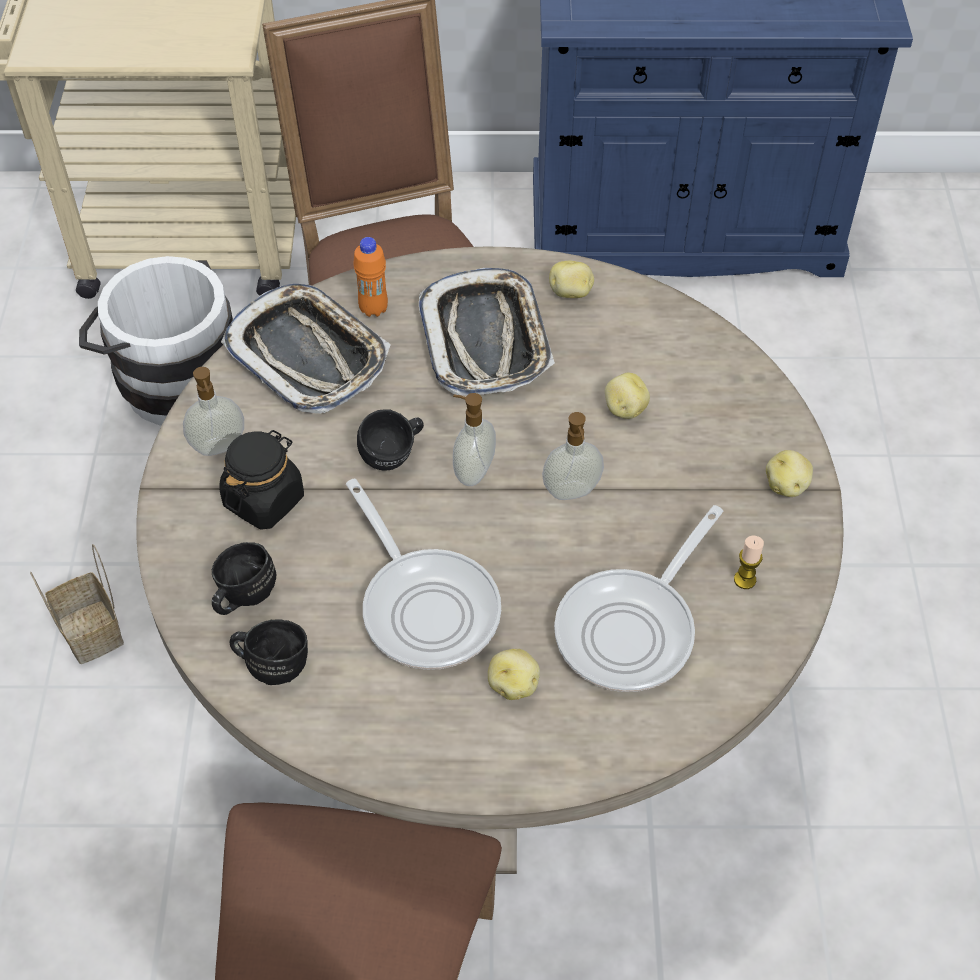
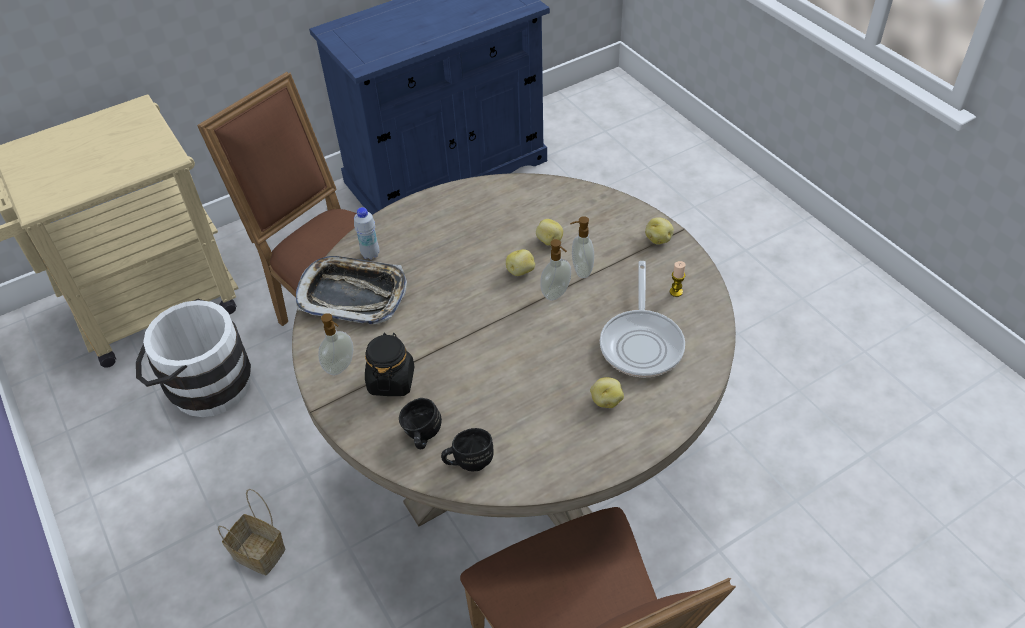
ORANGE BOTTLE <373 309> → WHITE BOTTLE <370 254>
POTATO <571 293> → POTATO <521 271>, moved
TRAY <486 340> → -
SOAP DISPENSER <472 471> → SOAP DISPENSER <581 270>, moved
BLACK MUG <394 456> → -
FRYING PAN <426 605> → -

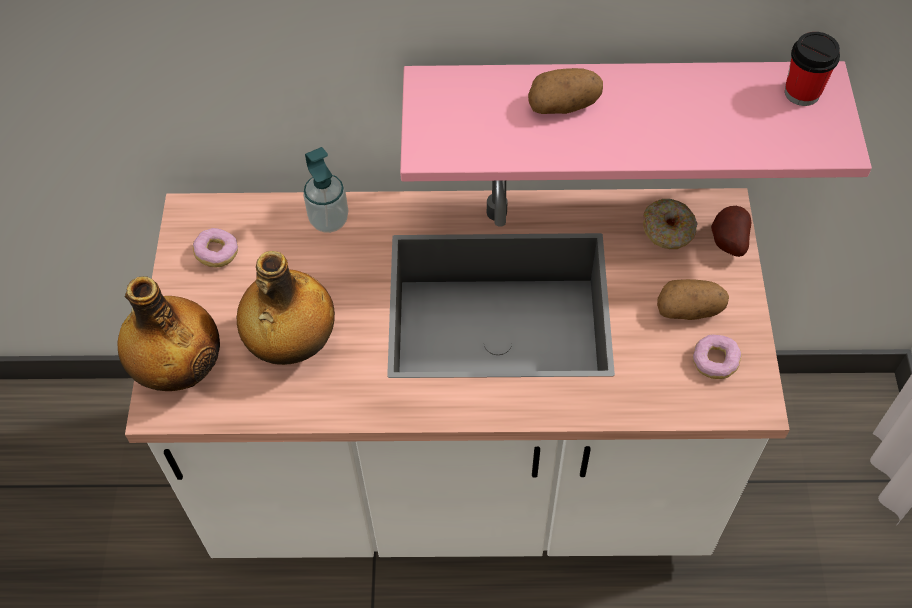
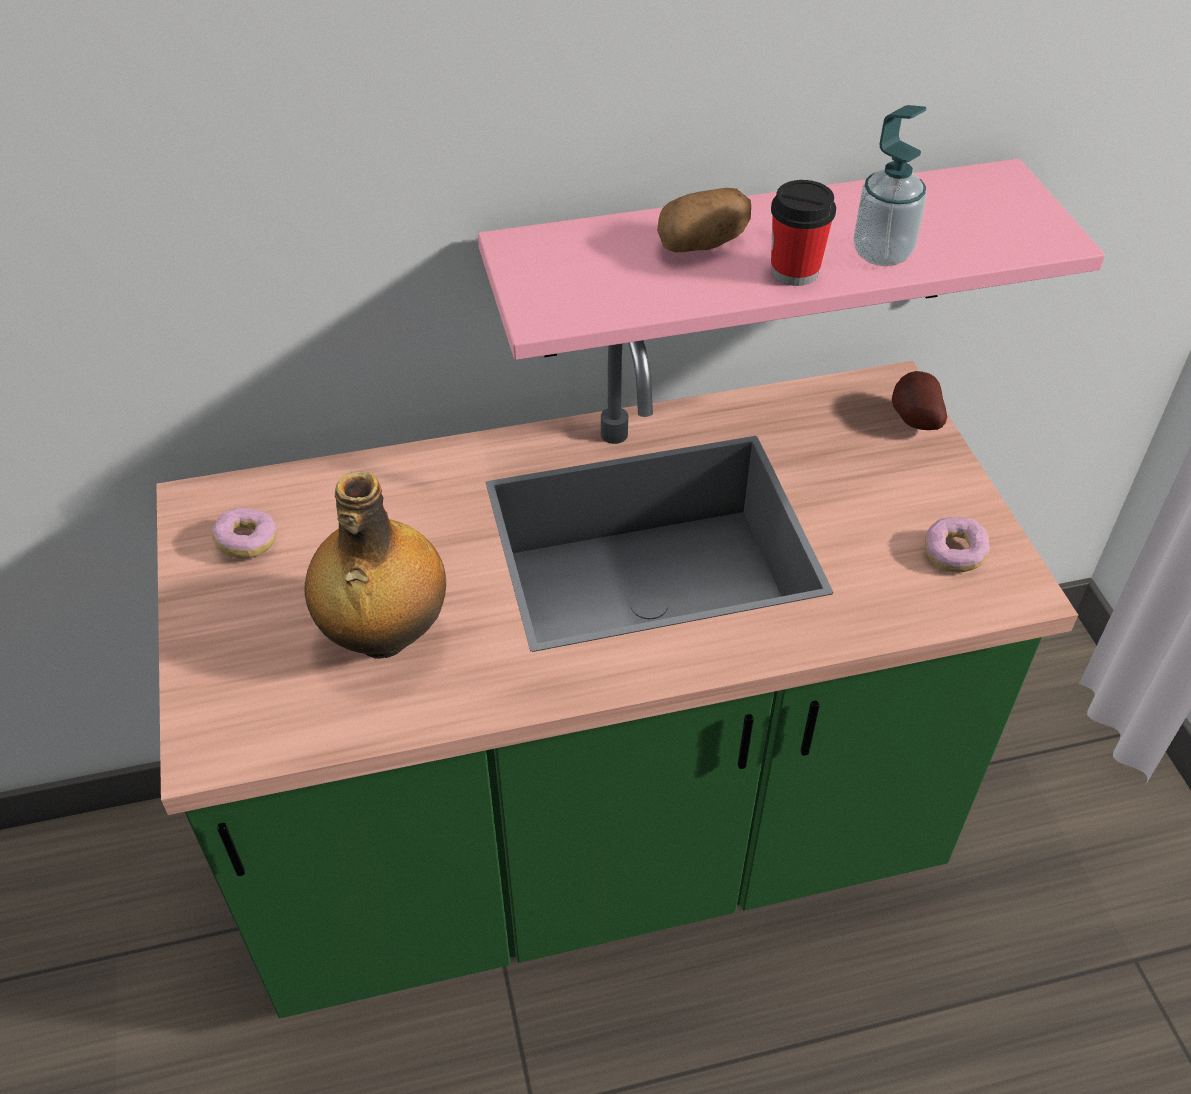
CUP <802 93> → CUP <794 271>, moved
SOAP DISPENSER <329 220> → SOAP DISPENSER <882 253>, moved
WHITE COUNTER <460 482> → GREEN COUNTER <595 848>
DONUT <668 230> → -
BOTTLE <181 370> → -
POTATO <689 310> → -

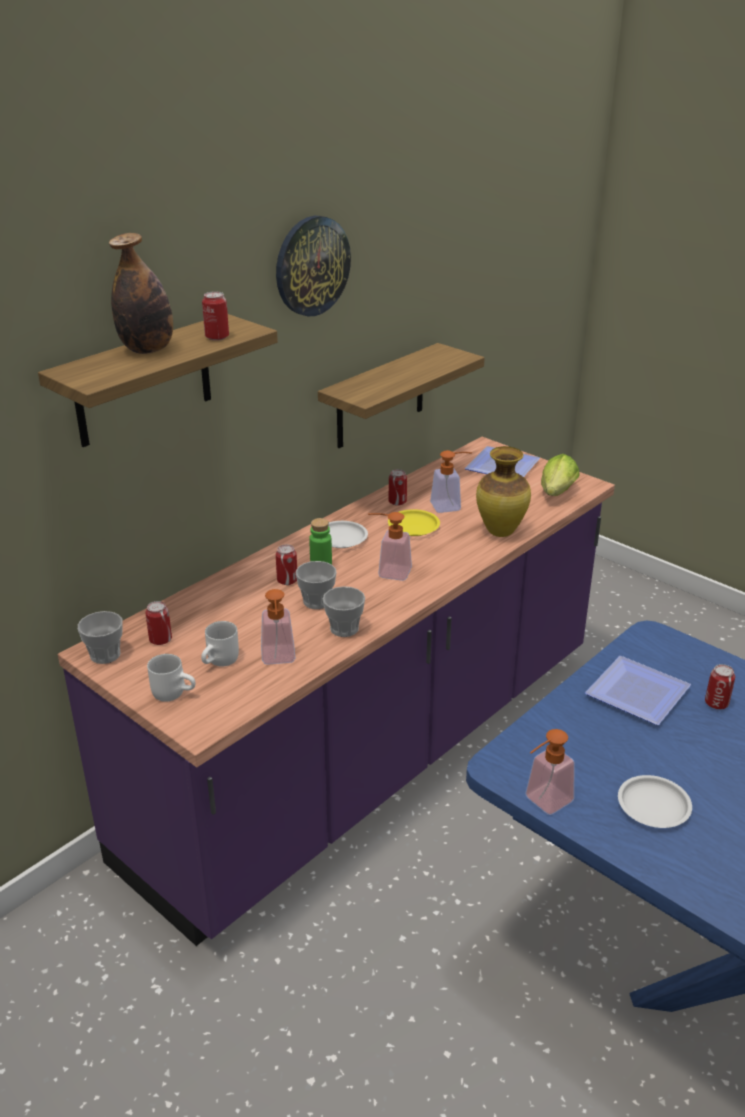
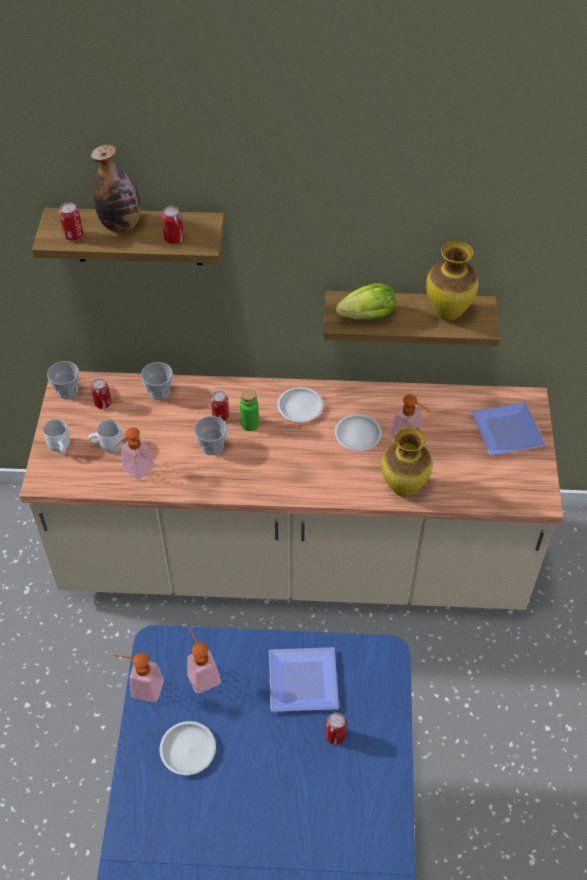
WALL CLOCK <311 266> → -
PURPLE COUNTER <372 754> → BEIGE COUNTER <293 559>
LETTUCE <556 494> → LETTUCE <364 317>, moved
CAN <397 502> → CAN <73 235>, moved
YELLOW PLATE <414 526> → WHITE PLATE <358 435>
SOAP DISPENSER <388 572> → SOAP DISPENSER <201 673>, moved
CUP <344 628> → CUP <159 392>, moved
- → VASE <448 313>

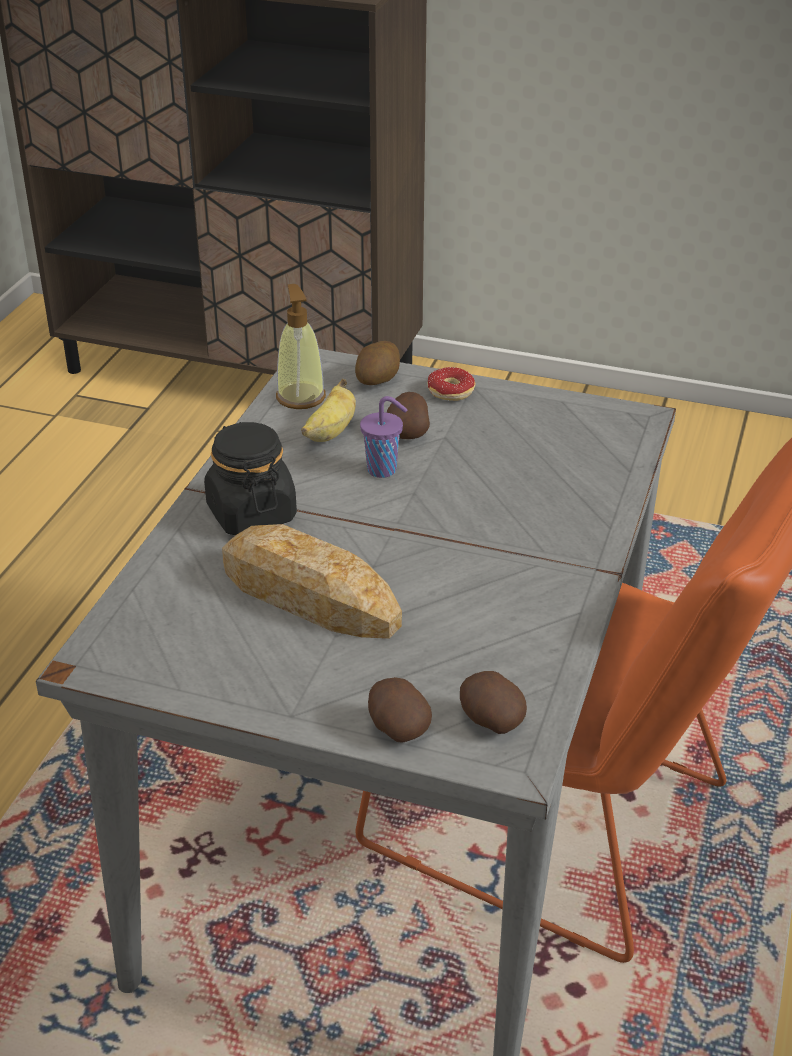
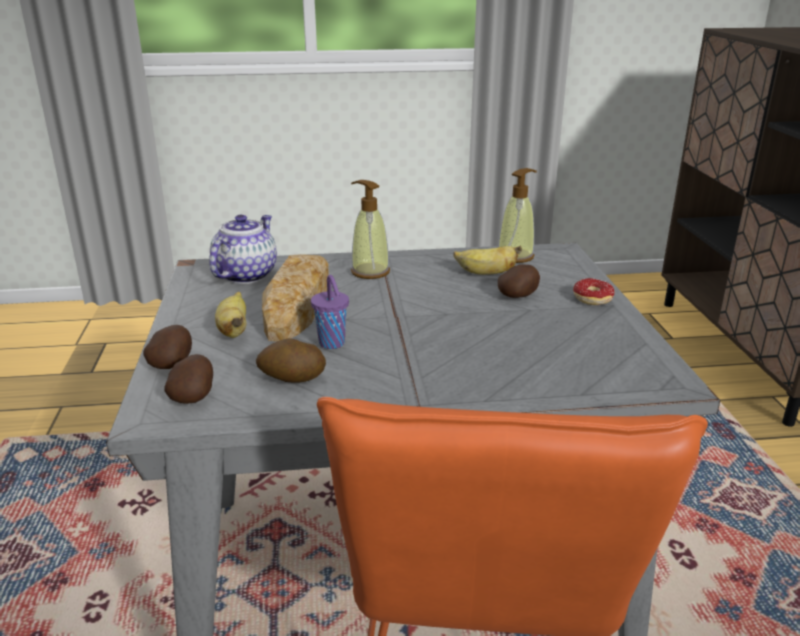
POTATO <378 380> → POTATO <292 378>, moved
PURPLE CUP <384 470> → PURPLE CUP <332 344>, moved
BLACK JAR <251 513> → SOAP DISPENSER <370 272>
- → TEAPOT <246 274>
- → BANANA <234 330>

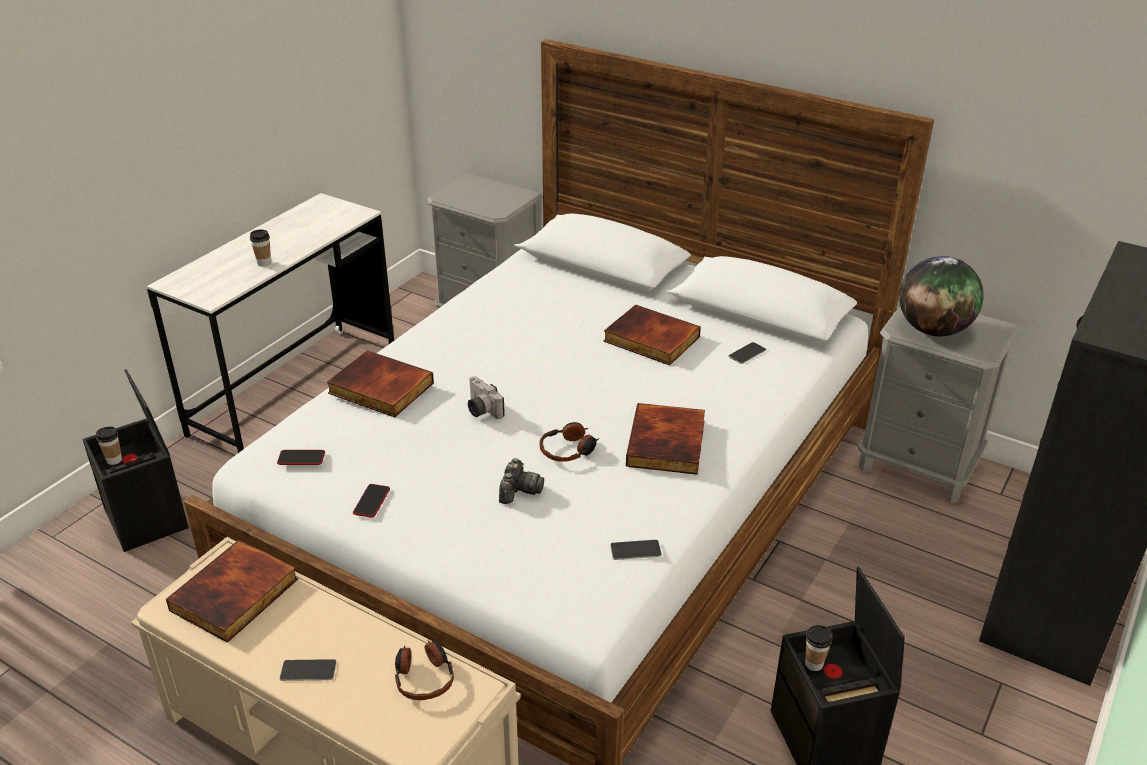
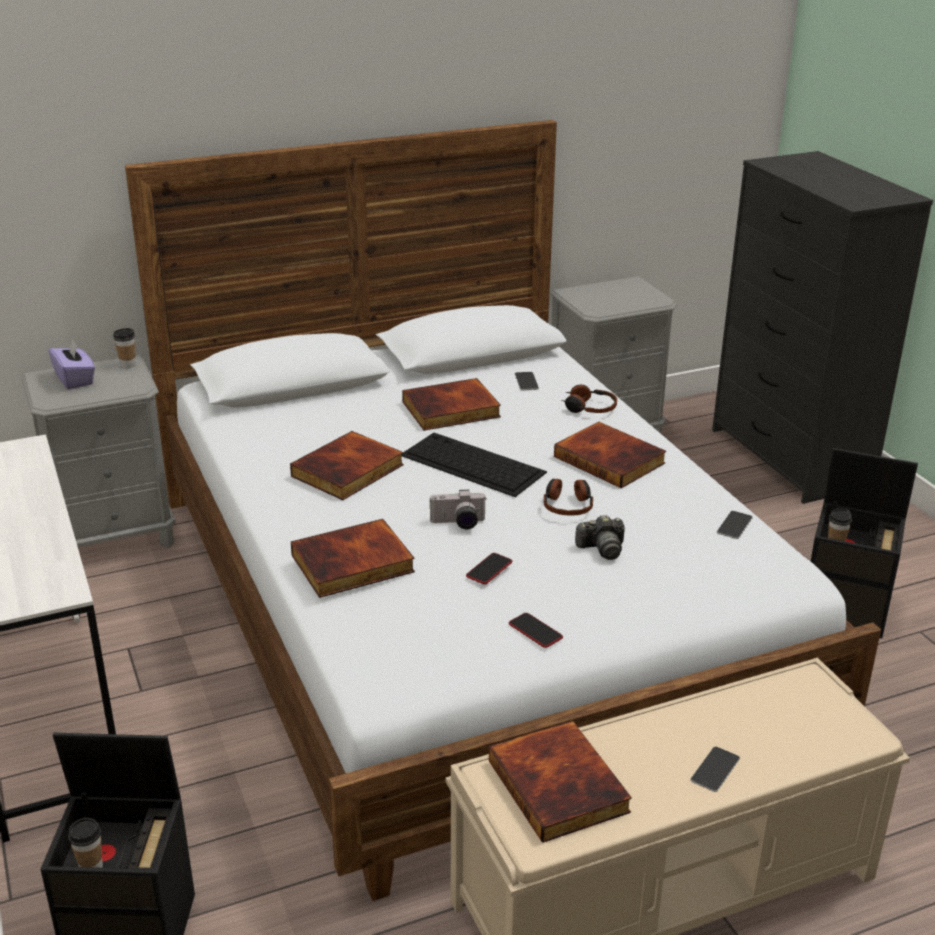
CUP <264 263> → CUP <128 365>, moved
GLOBE <933 330> → -
PHONE <301 458> → PHONE <489 569>, moved
PHOTO CAMERA <519 491> → PHOTO CAMERA <602 549>, 120 degrees clockwise
HEADPHONES <423 677> → HEADPHONES <589 408>, moved
- → PURPLE TISSUE BOX <75 379>
- → BOOK <348 471>
- → KEYBOARD <471 464>

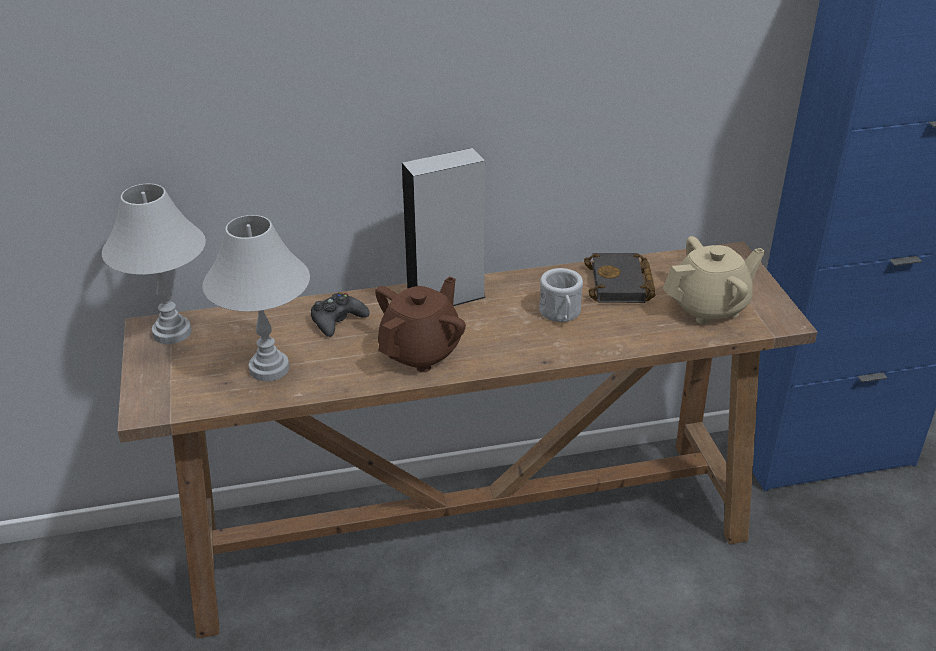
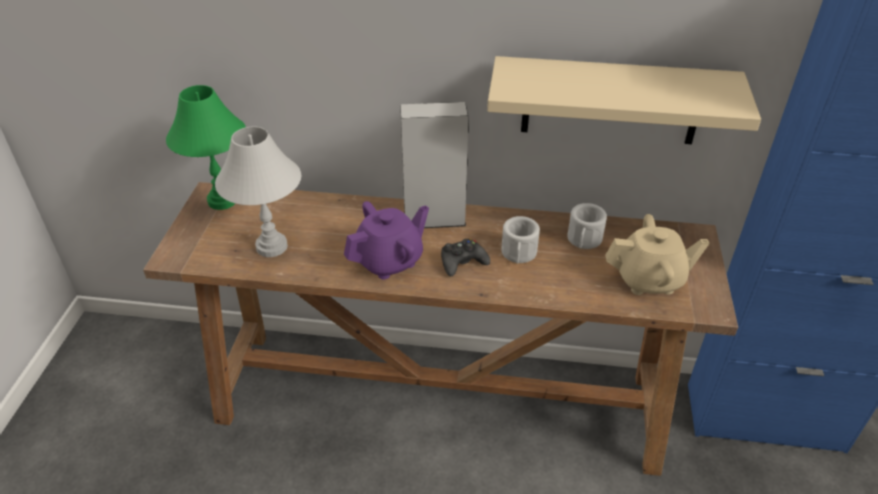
WHITE TABLE LAMP <171 332> → GREEN TABLE LAMP <222 200>
BLACK BOOK <621 285> → WHITE MUG <583 241>
BROWN TEAPOT <421 352> → PURPLE TEAPOT <389 261>
BLACK GAME CONTROLLER <337 320> → BLACK GAME CONTROLLER <462 262>, moved
- → BEIGE SHELF <611 101>

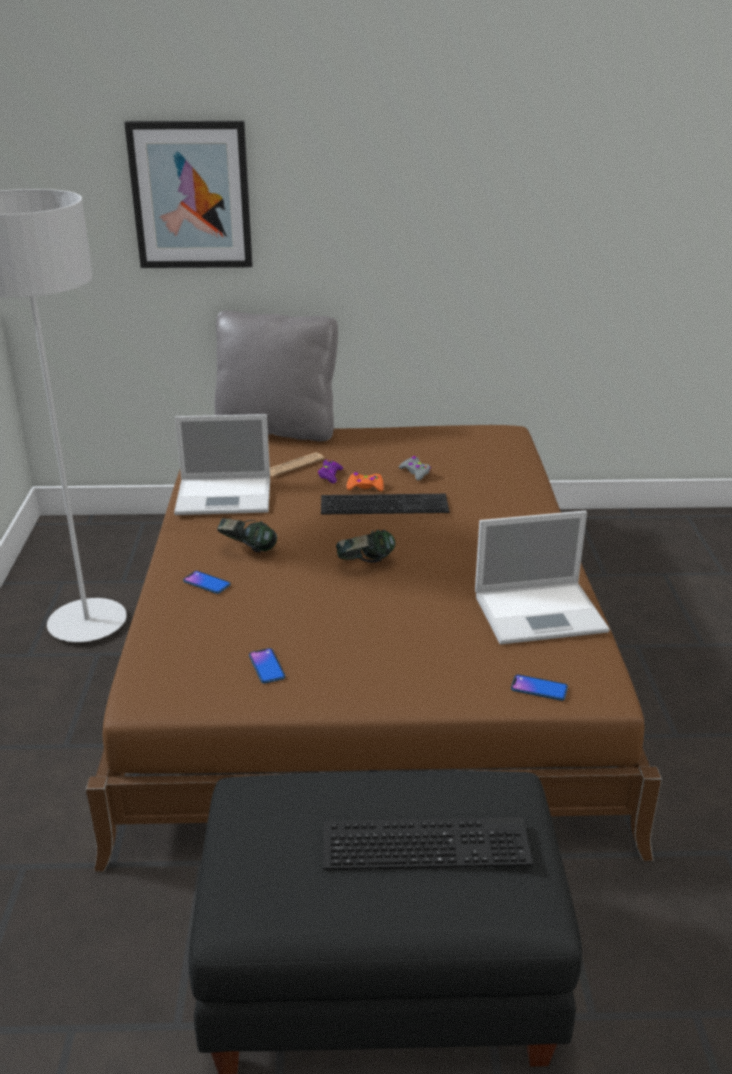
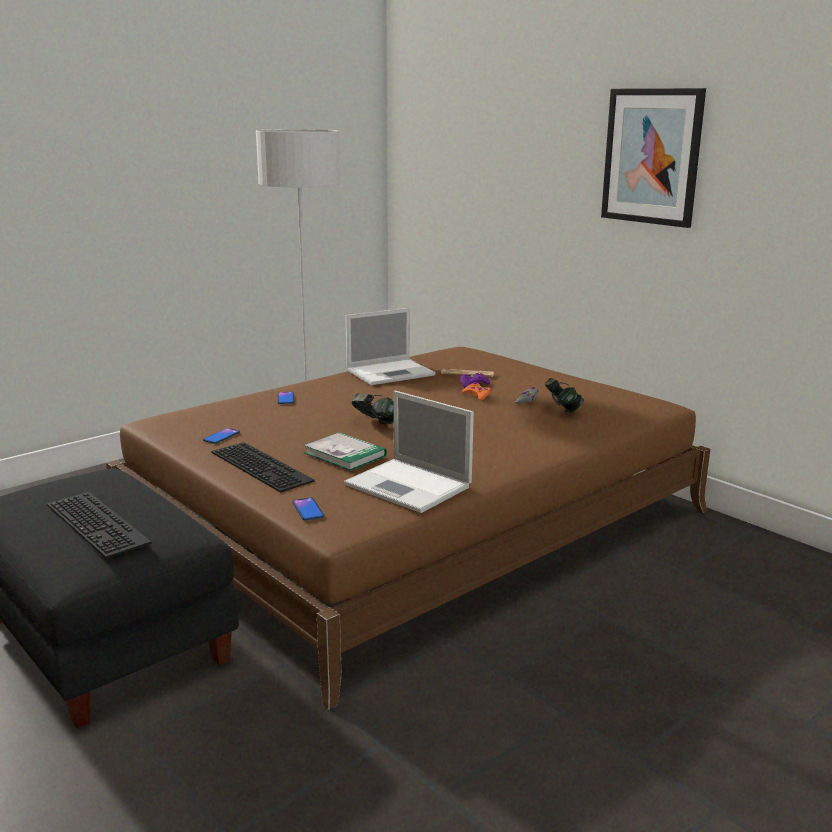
PICTURE <191 195> → PICTURE <652 156>, moved
GREY PILLOW <277 430> → -
LAPTOP <226 496> → LAPTOP <391 372>, 75 degrees counterclockwise
KEYBOARD <385 503> → KEYBOARD <264 466>, moved
HEADPHONES <247 550> → HEADPHONES <562 410>, moved
- → BOOK <345 454>

